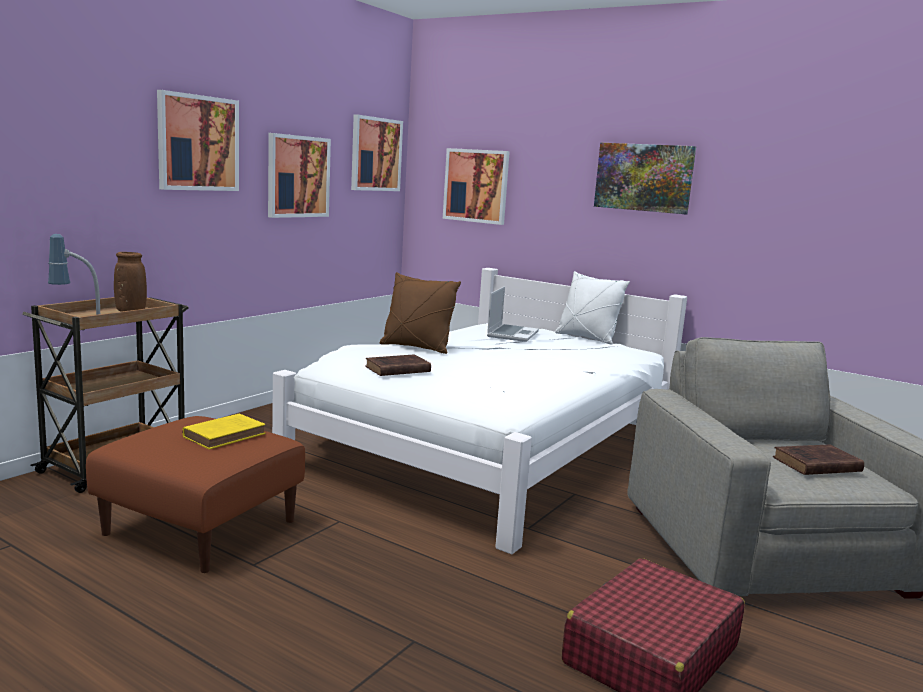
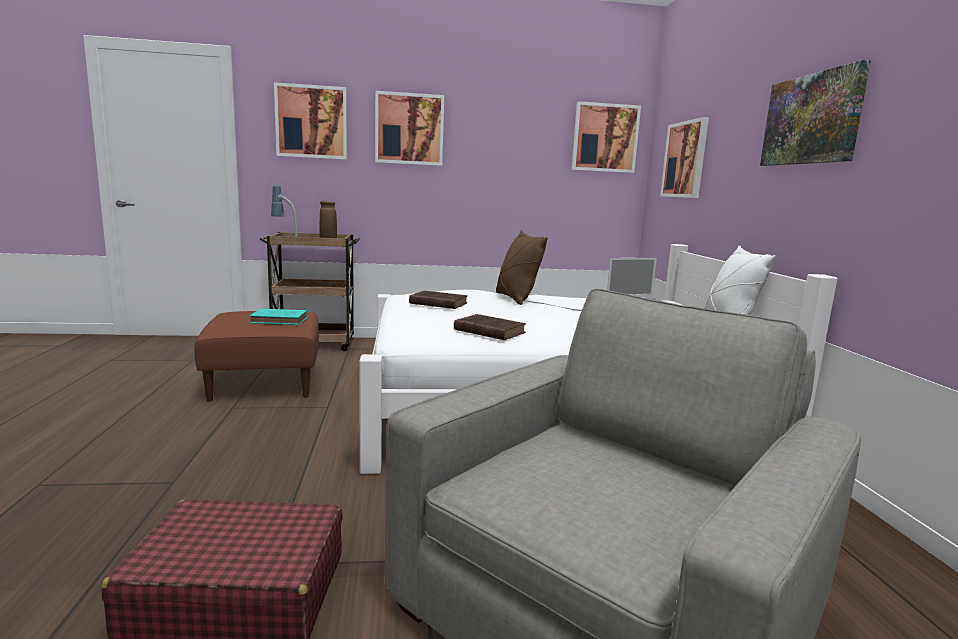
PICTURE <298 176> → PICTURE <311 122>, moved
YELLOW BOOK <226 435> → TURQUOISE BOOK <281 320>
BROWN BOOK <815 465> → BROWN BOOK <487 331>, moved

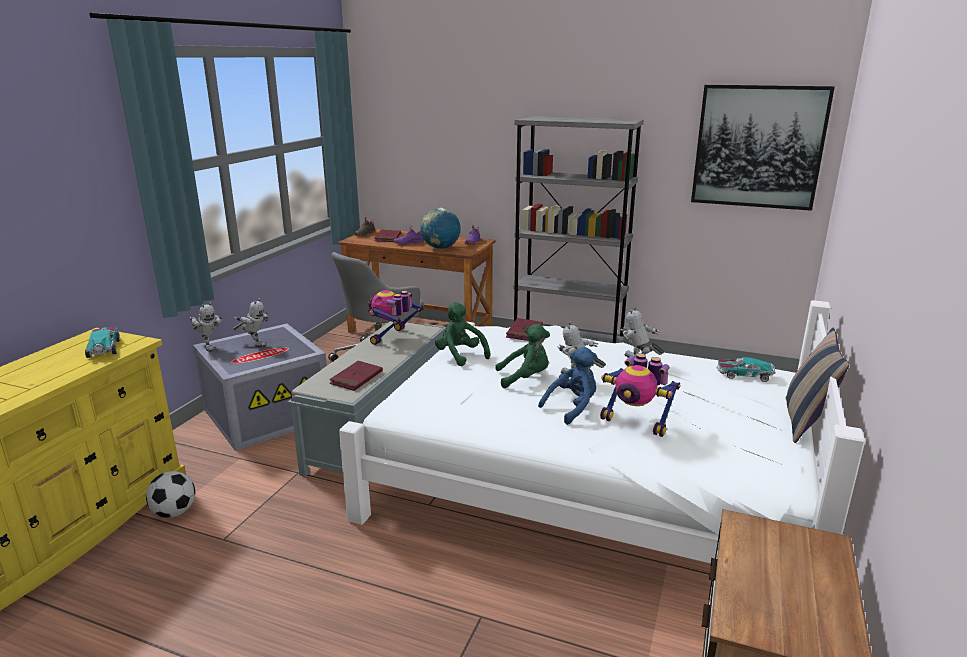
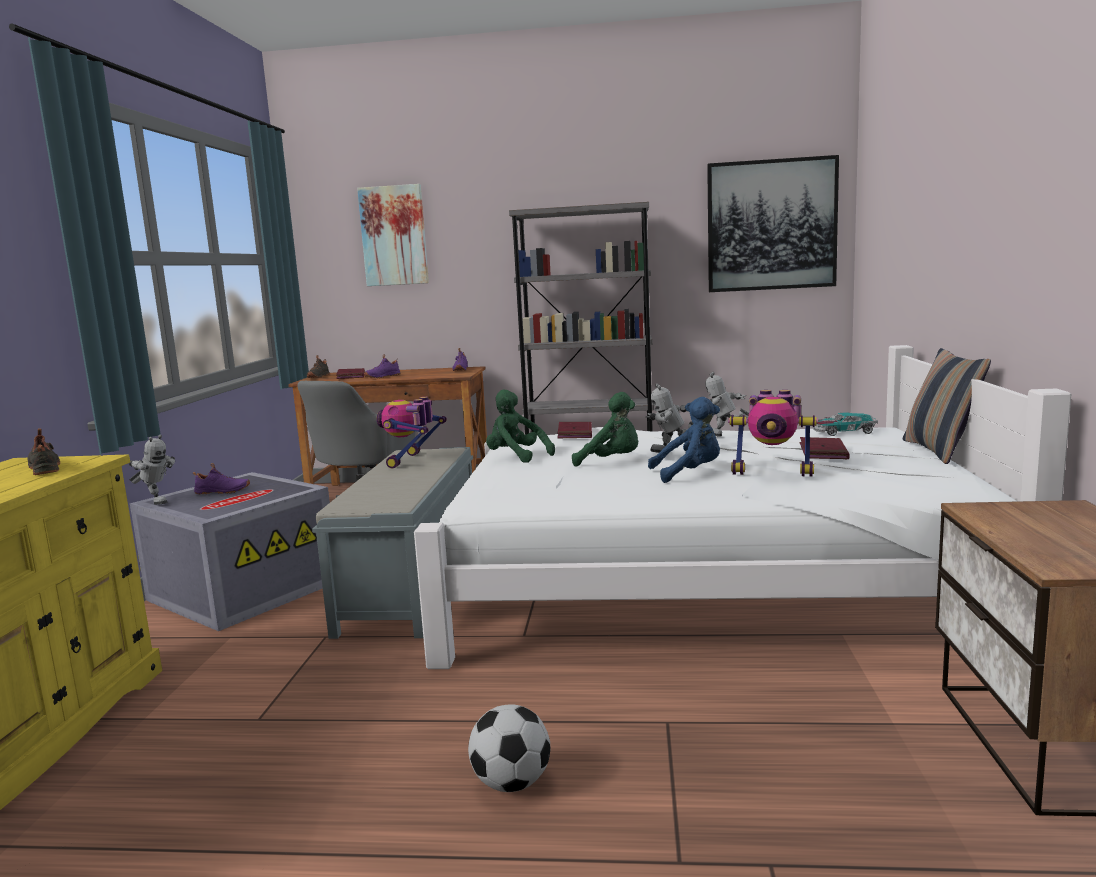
GLOBE <441 248> → -
TOY ROBOT <255 344> → PURPLE SHOE <222 492>
GREEN PLUSH TOY <525 378> → GREEN PLUSH TOY <611 462>, 45 degrees clockwise
TOY CAR <104 348> → BLACK SHOE <46 468>
BLUE PLUSH TOY <572 408> → BLUE PLUSH TOY <689 473>, 45 degrees clockwise
RED BOOK <356 378> → RED BOOK <823 452>, moved
FOOTBALL <174 512> → FOOTBALL <511 783>, moved
- → PICTURE <394 236>

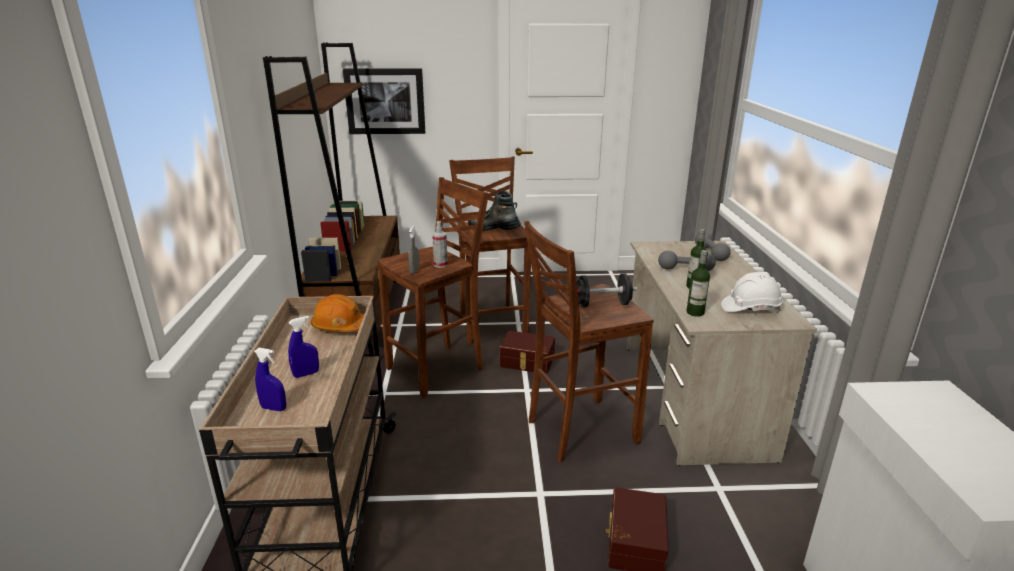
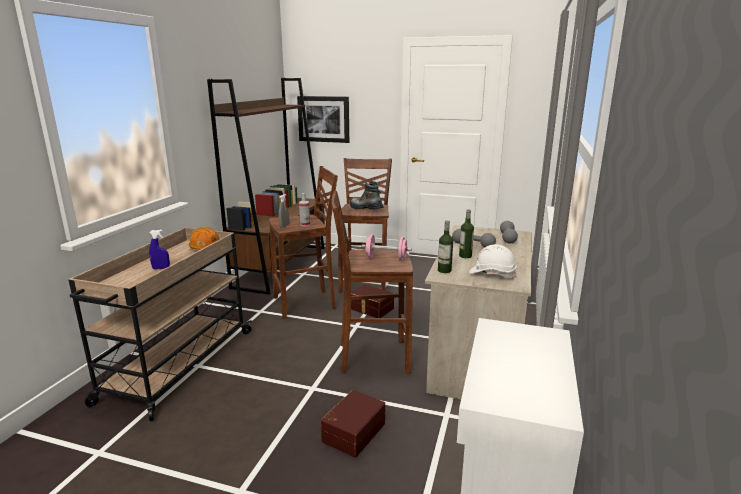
BLACK DUMBBELL <602 304> → PINK DUMBBELL <386 258>
BLUE SPRAY BOTTLE <274 408> → -

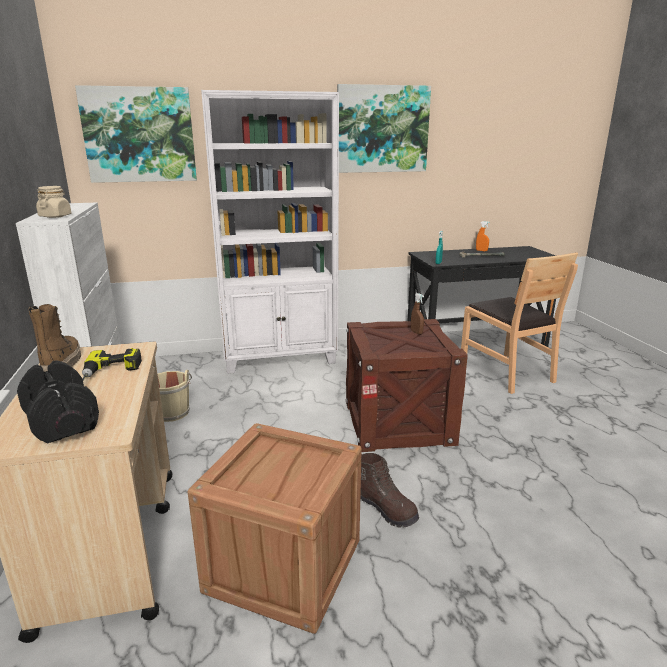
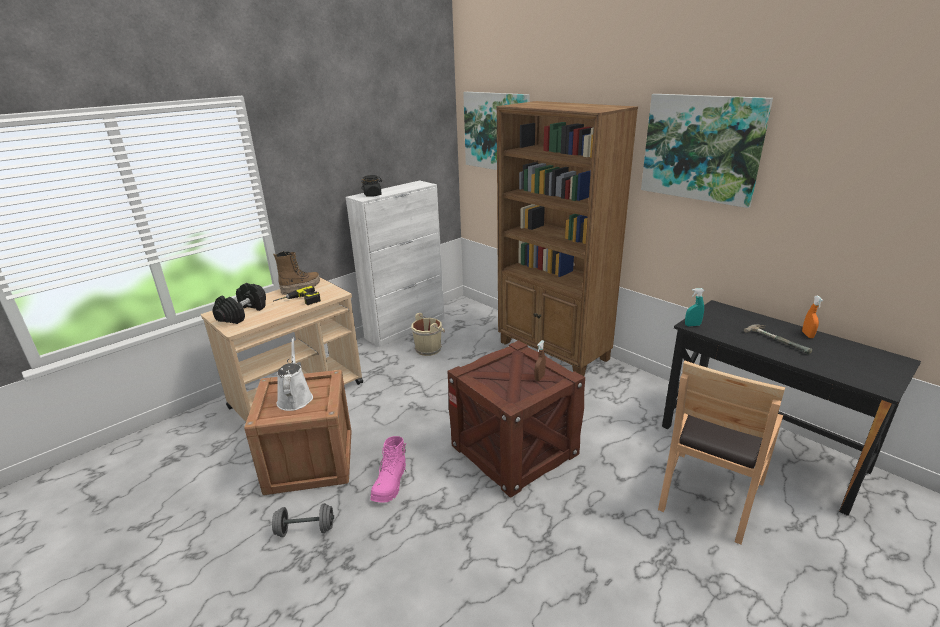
WHITE BOOKCASE <280 358> → BROWN BOOKCASE <553 351>
BEIGE JAR <55 216> → BLACK JAR <373 195>
BROWN BOOT <386 508> → PINK BOOT <390 484>
- → WHITE WATERING CAN <295 398>
- → GREY DUMBBELL <305 530>

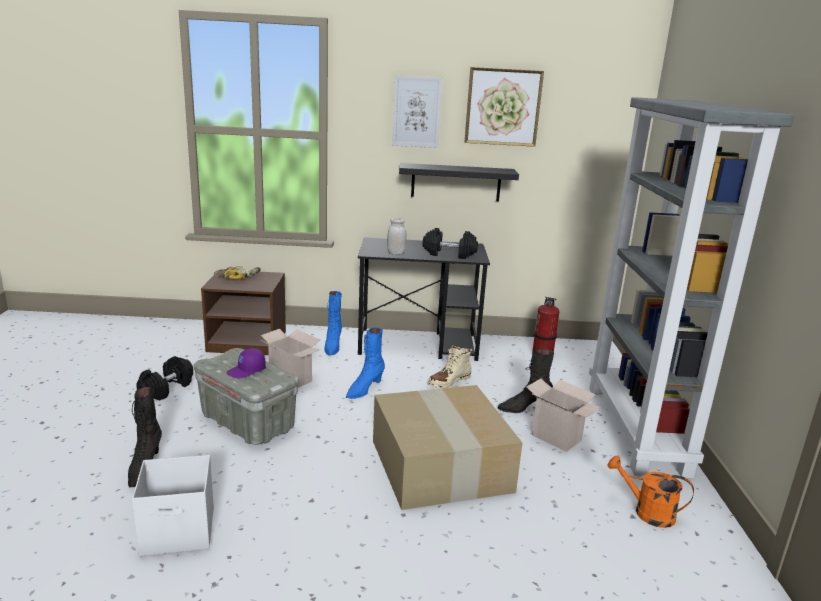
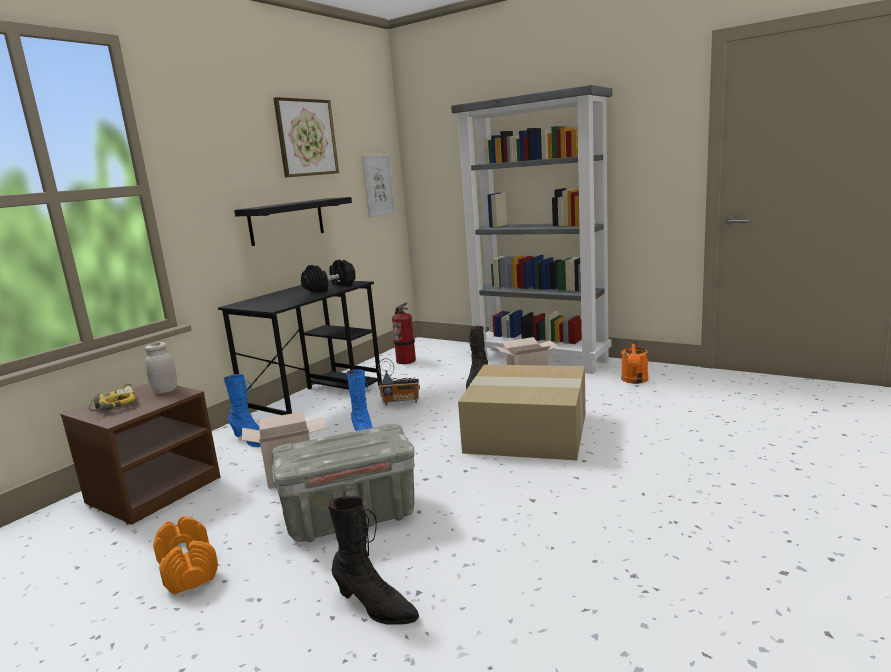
PICTURE <416 112> → PICTURE <378 185>, moved
WHITE JAR <396 253> → WHITE JAR <165 391>, moved
BEIGE BOOT <449 382> → RADIO <401 402>
PURPLE CAP <246 371> → -
BLACK DUMBBELL <166 389> → ORANGE DUMBBELL <189 570>
WHITE STORAGE BOX <179 532> → -
ORANGE WATERING CAN <646 512> → ORANGE WATERING CAN <634 381>, 45 degrees counterclockwise

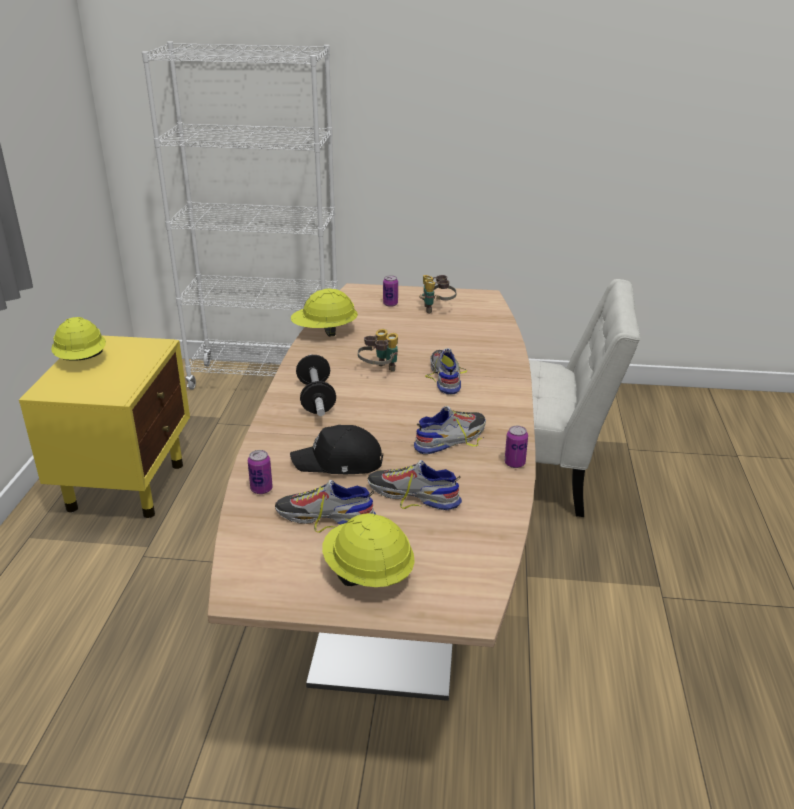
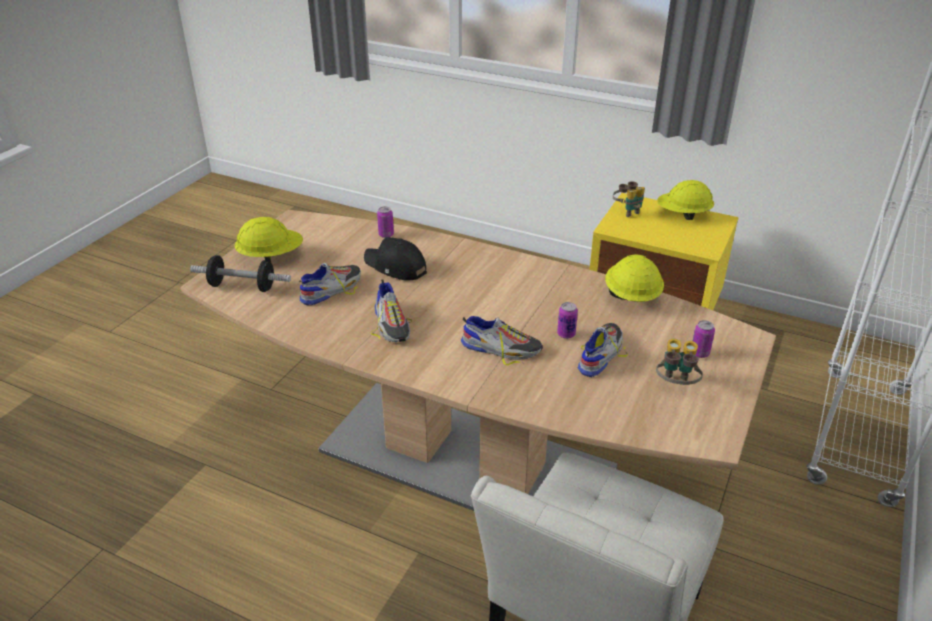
BINOCULARS <379 372> → BINOCULARS <627 211>, moved
DUMBBELL <316 398> → DUMBBELL <242 286>, moved
BLACK CAP <339 462> → BLACK CAP <395 267>, 75 degrees counterclockwise
CAN <514 463> → CAN <566 334>, moved
SHOE <325 516> → SHOE <600 353>, moved

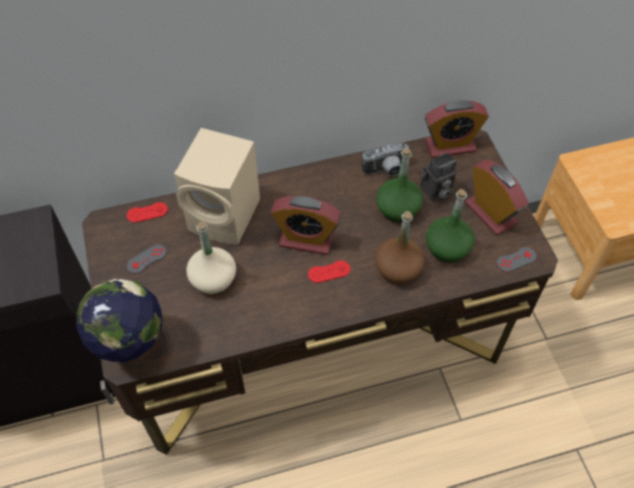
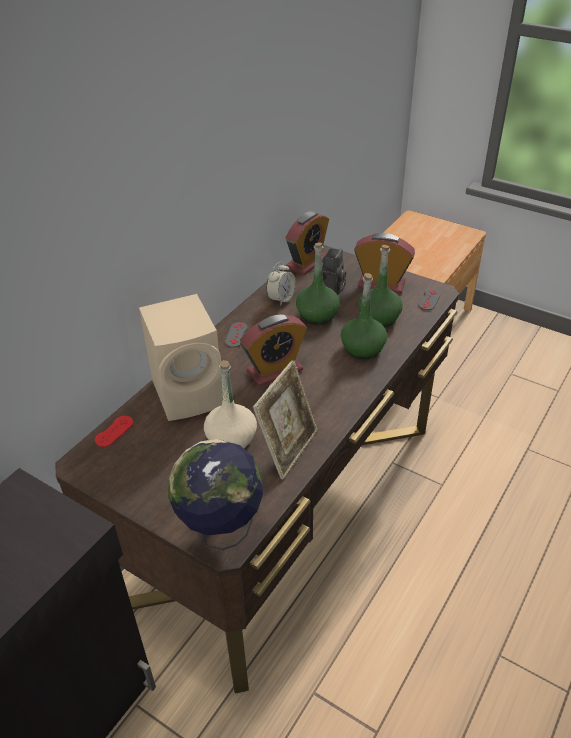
PHOTO CAMERA <386 171> → ALARM CLOCK <281 299>
BROWN BOTTLE <398 269> → GREEN BOTTLE <363 348>
GREY GAME CONTROLLER <147 259> → GREY GAME CONTROLLER <236 335>, moved
RED GAME CONTROLLER <329 272> → -
- → PICTURE FRAME <288 449>

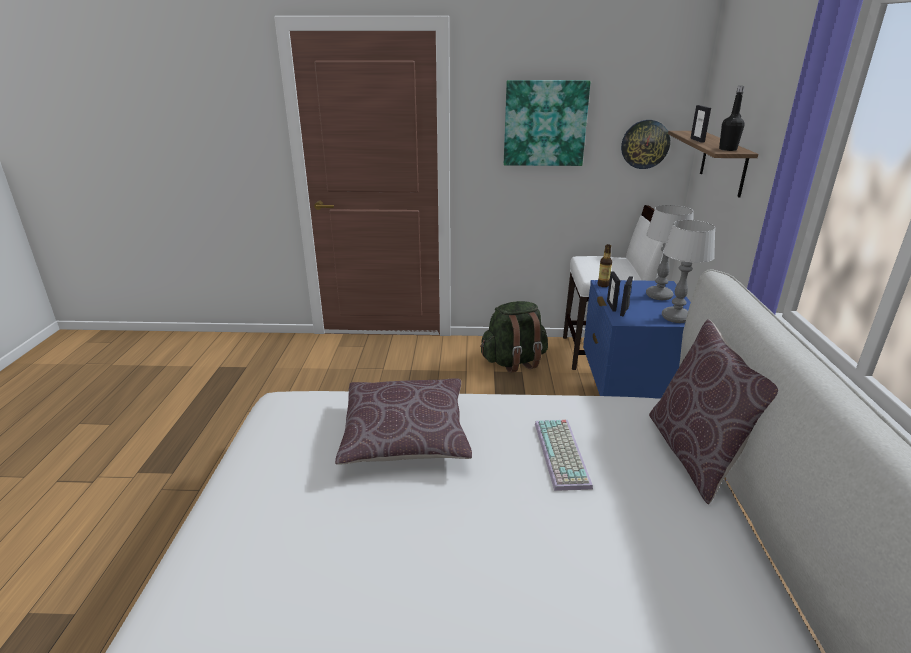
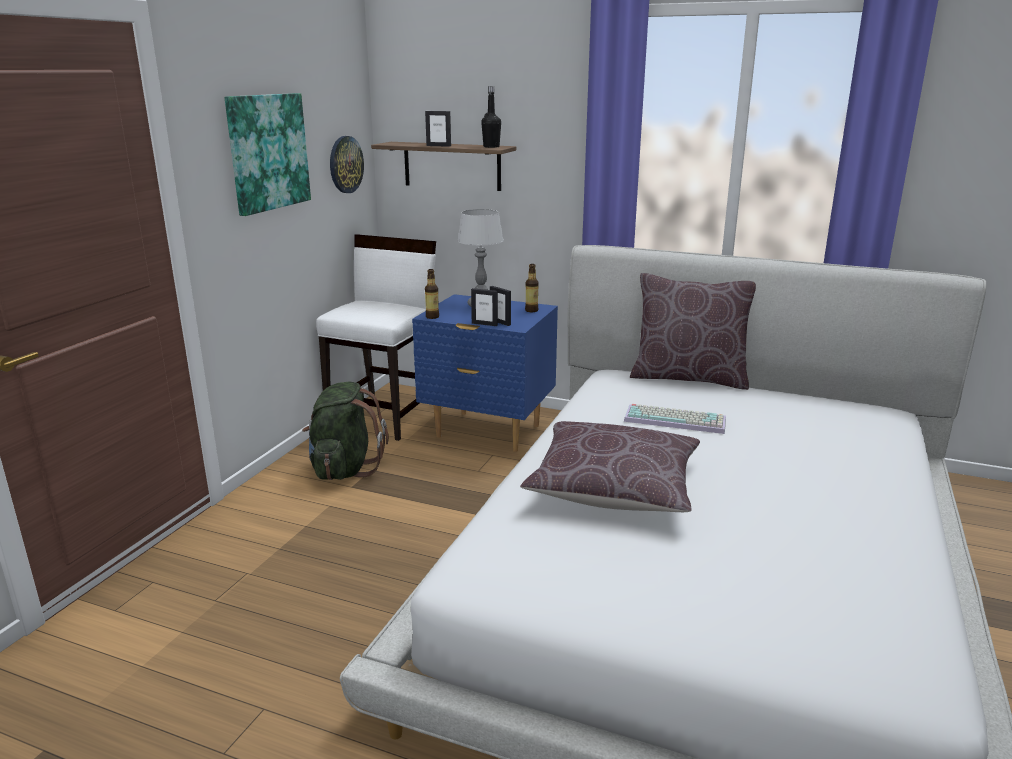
TABLE LAMP <676 318> → BOTTLE <531 310>

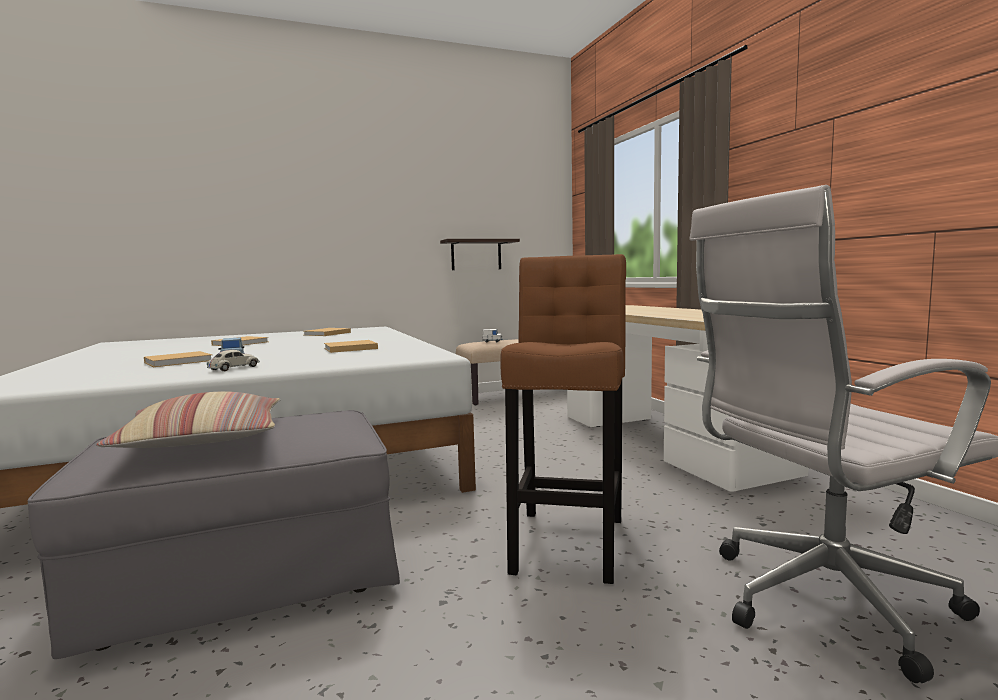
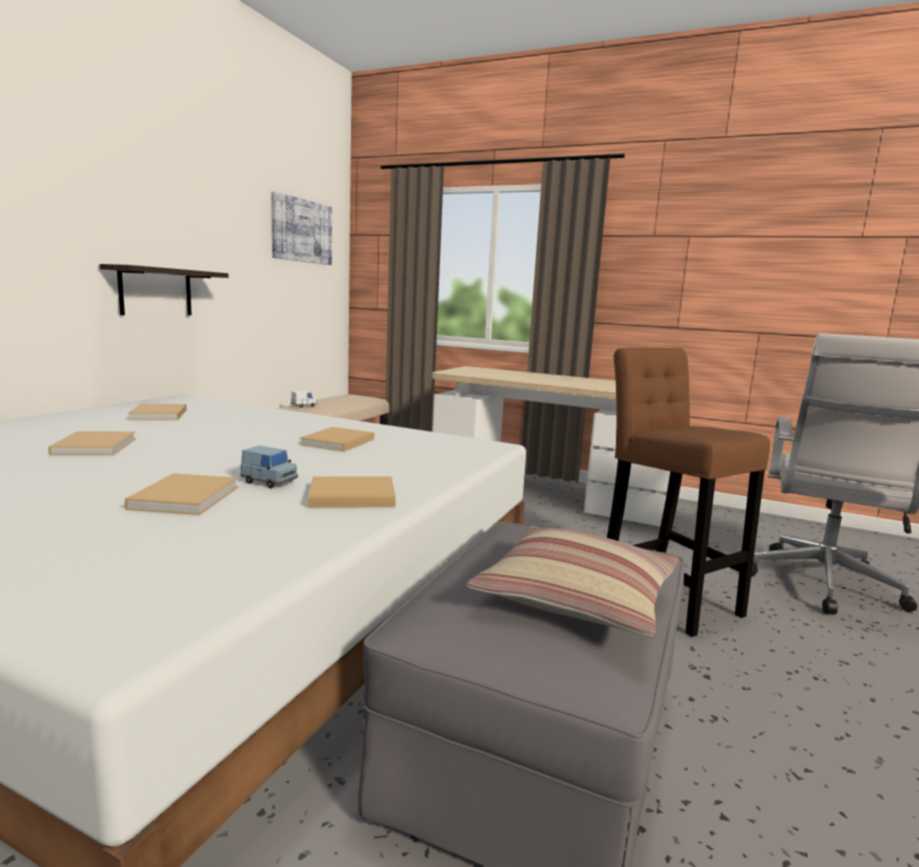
SHELF <476 255> → SHELF <156 291>, moved
WHITE TOY CAR <233 368> → BEIGE BOOK <349 496>
- → PICTURE <301 231>

